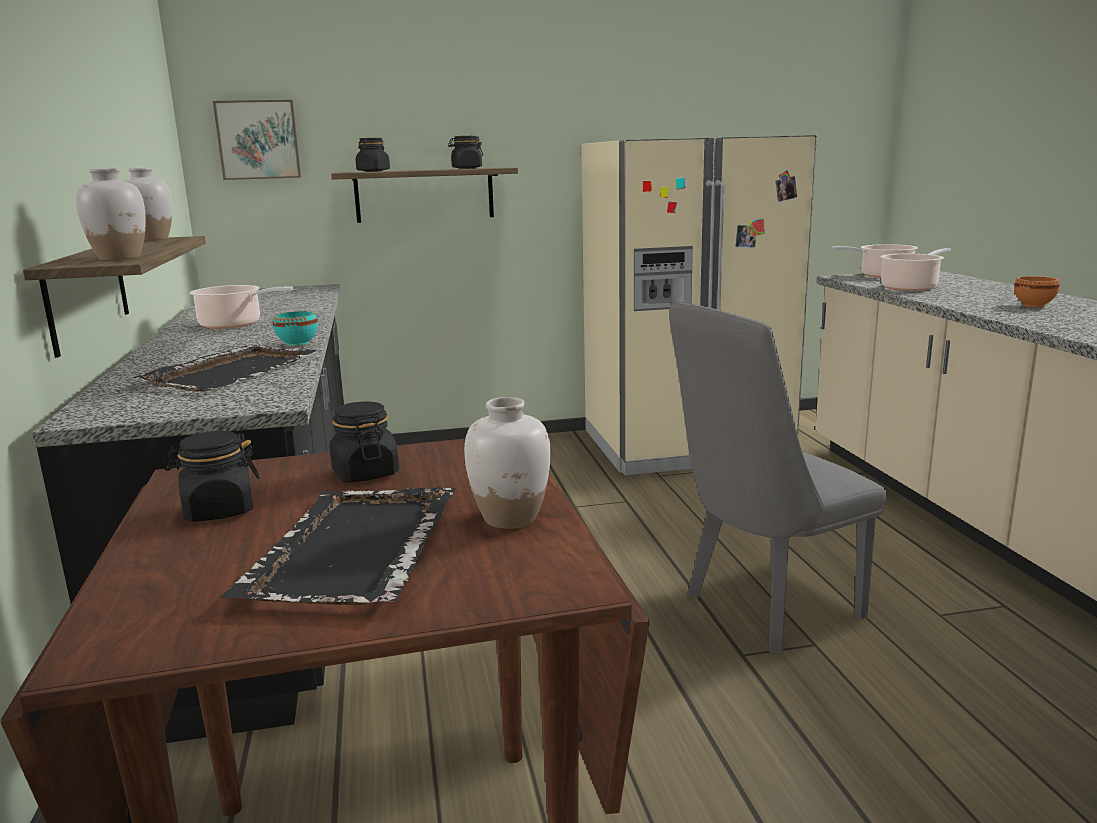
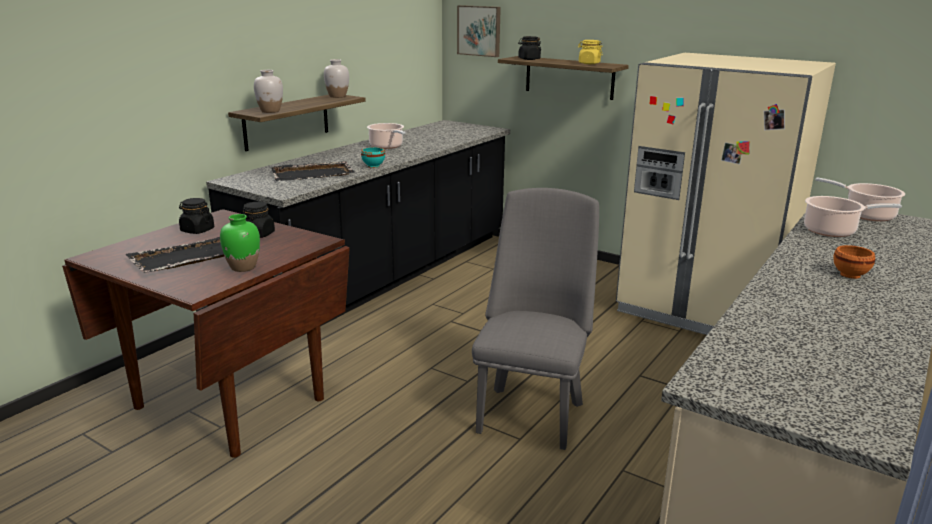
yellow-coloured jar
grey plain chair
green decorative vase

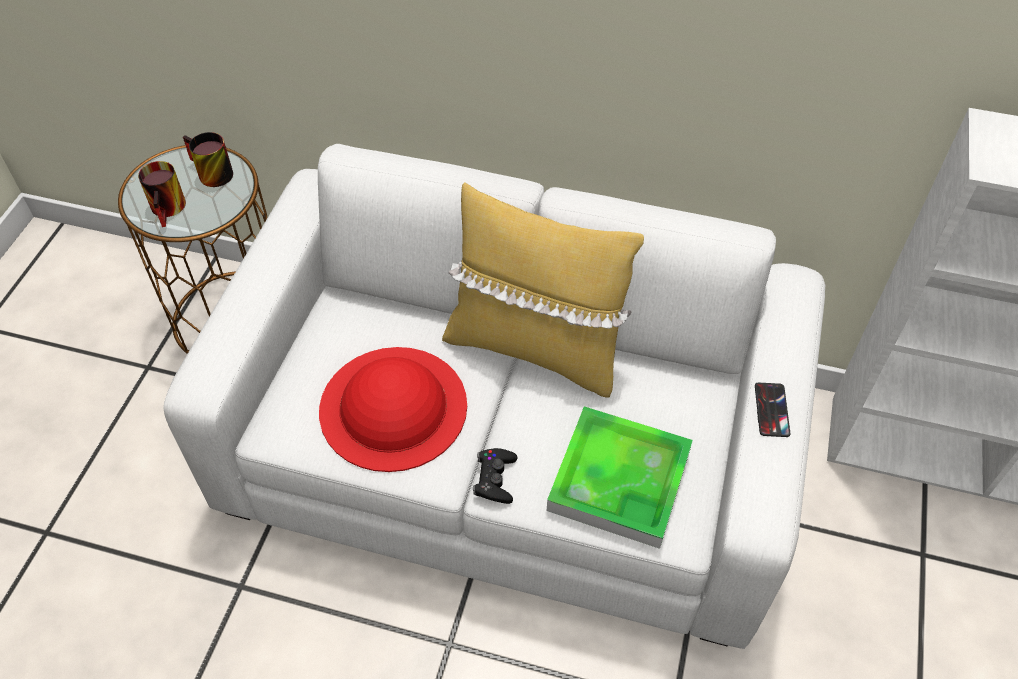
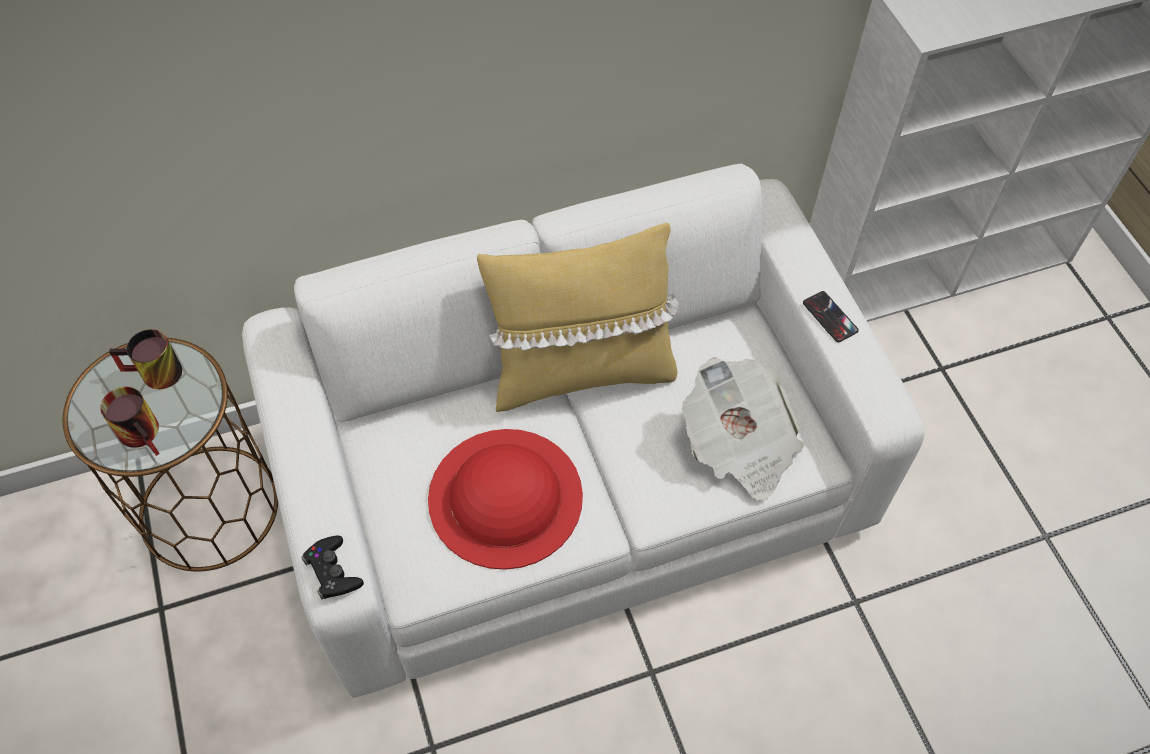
newspaper
black game controller

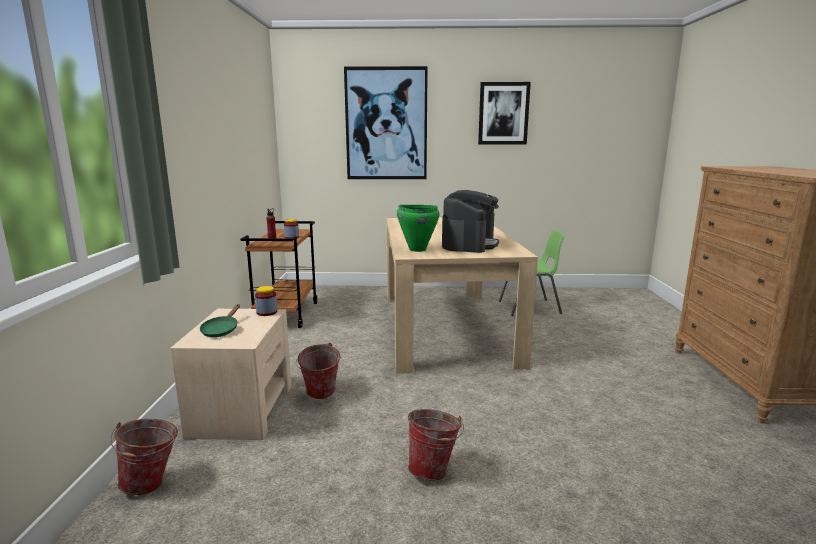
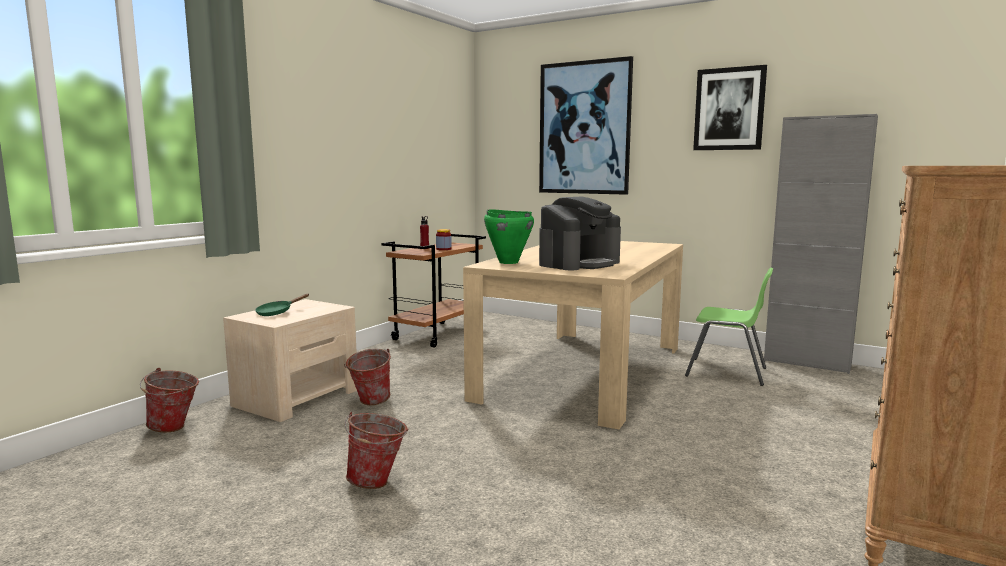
jar (1st from left in the first image)
grey cabinet

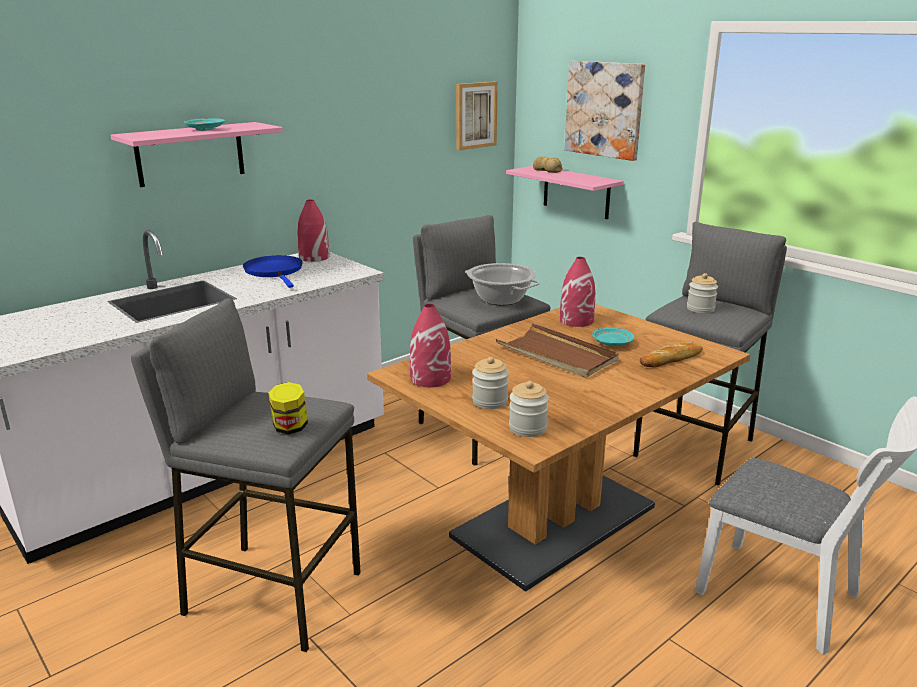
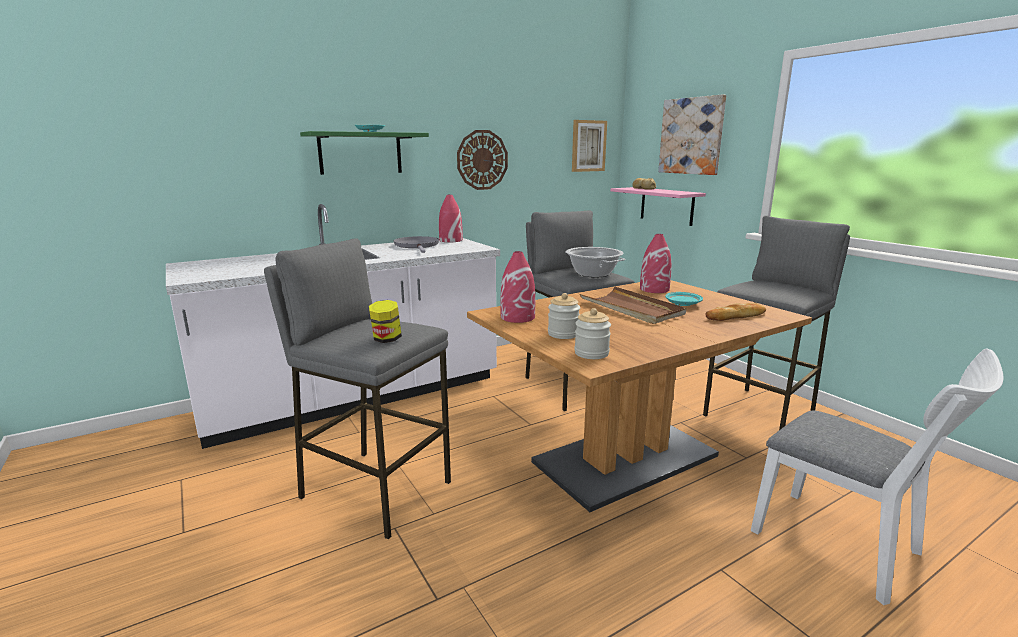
green wall shelf
grey frying pan
jar (4th from left in the first image)
clock on the wall

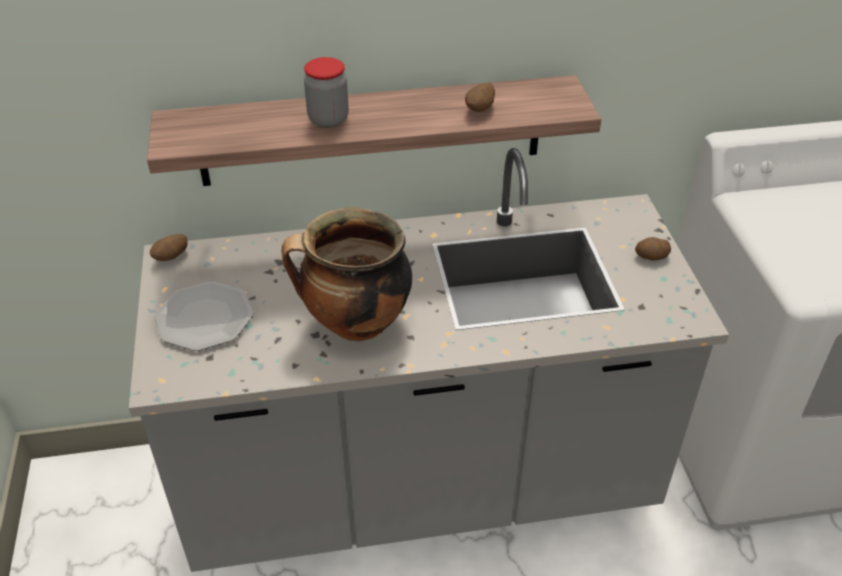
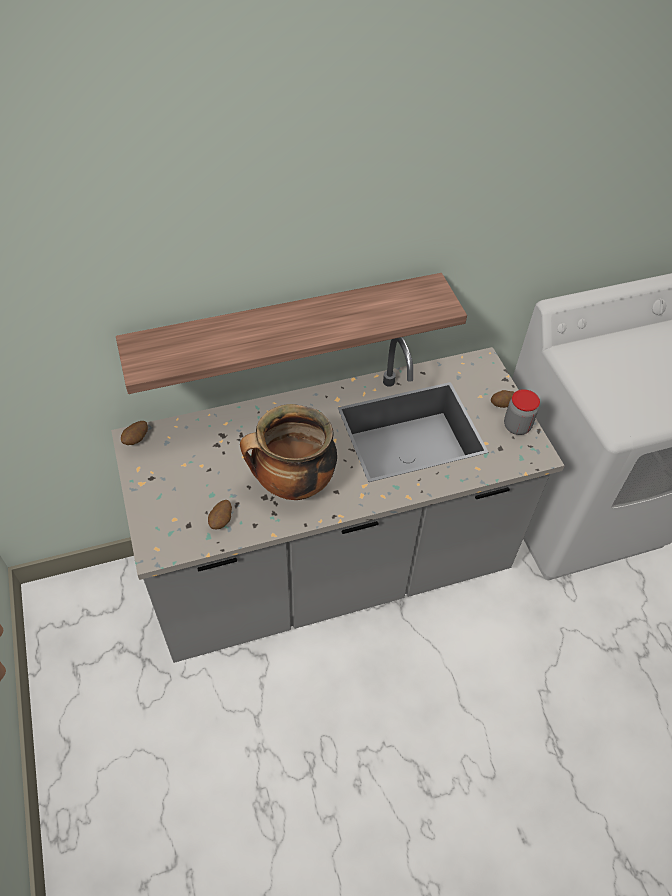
jar
spud (2nd from left)
flat dish

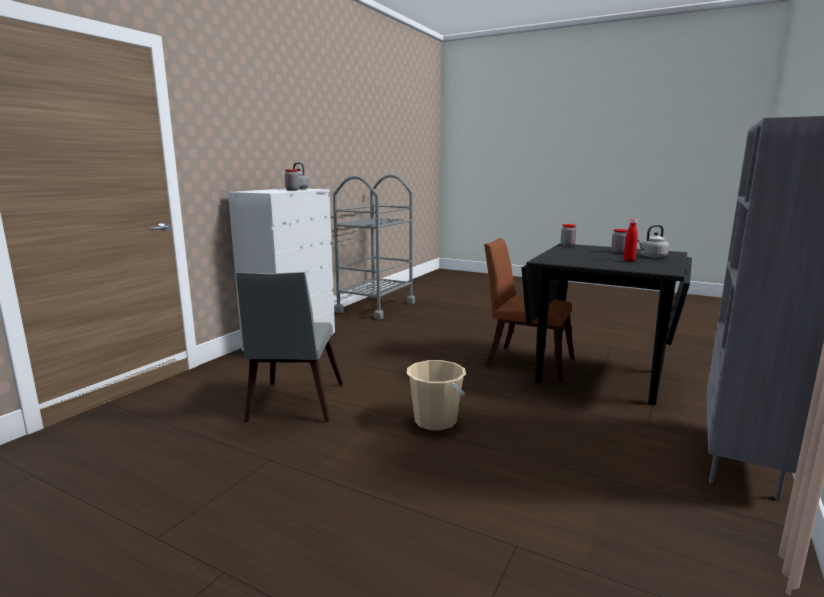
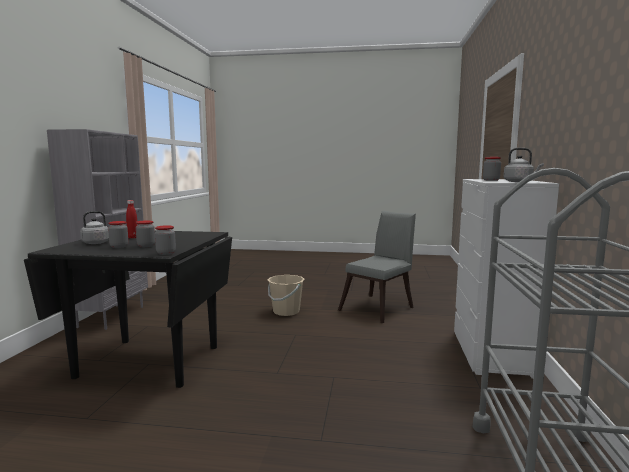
brown plain chair
grey plain chair
jar (2nd from left)

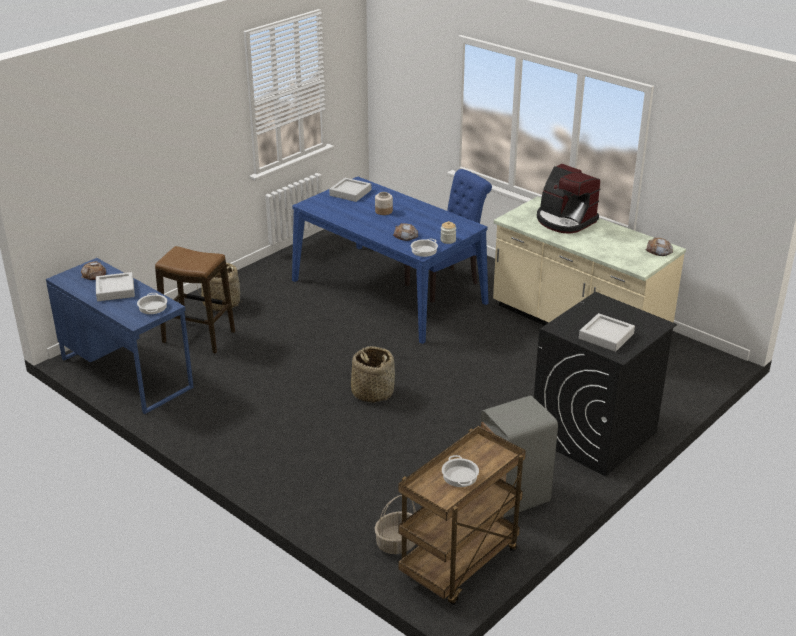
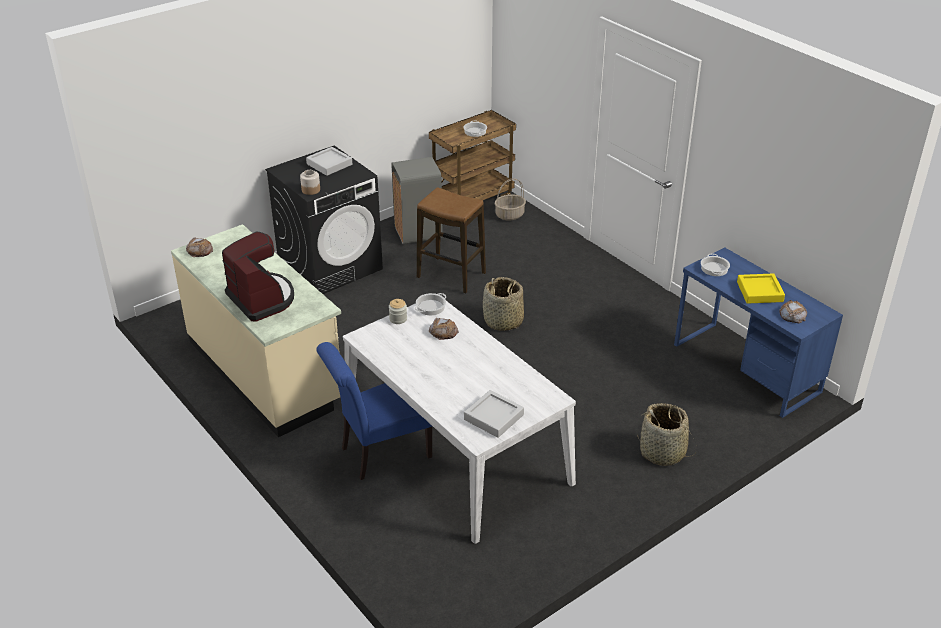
white kitchen table
jar (1st from left)
stool seat
yellow-coloured carrying tray

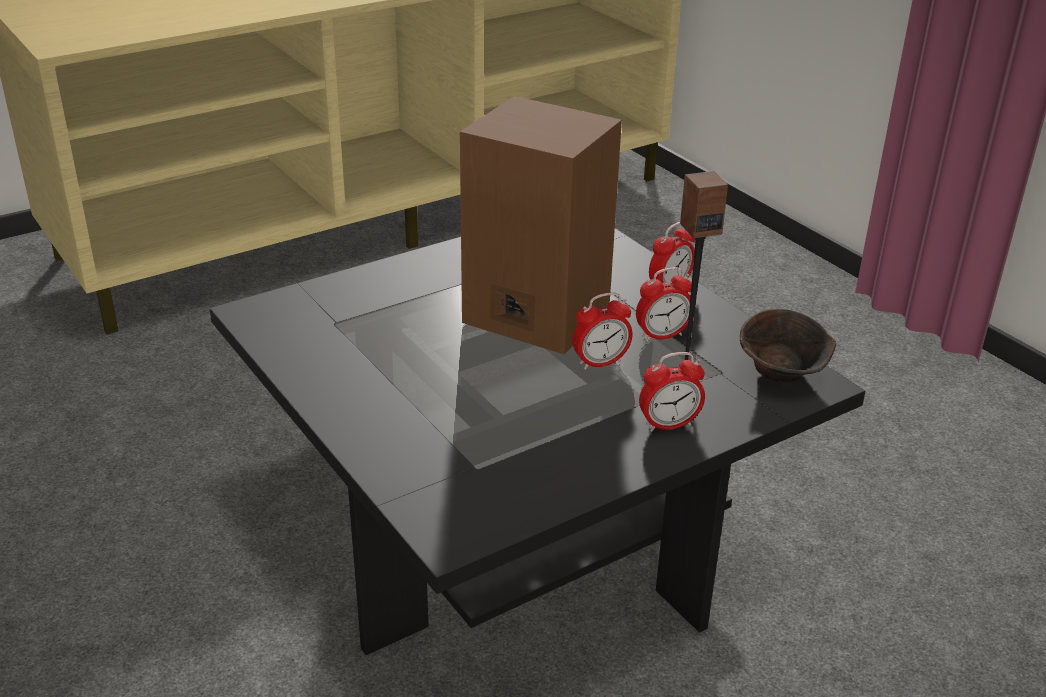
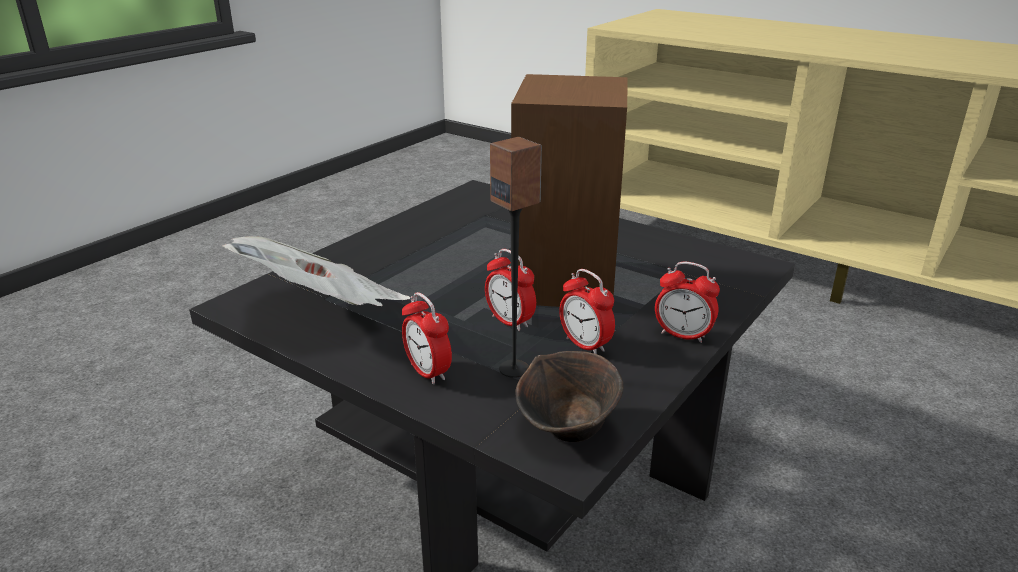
newspaper

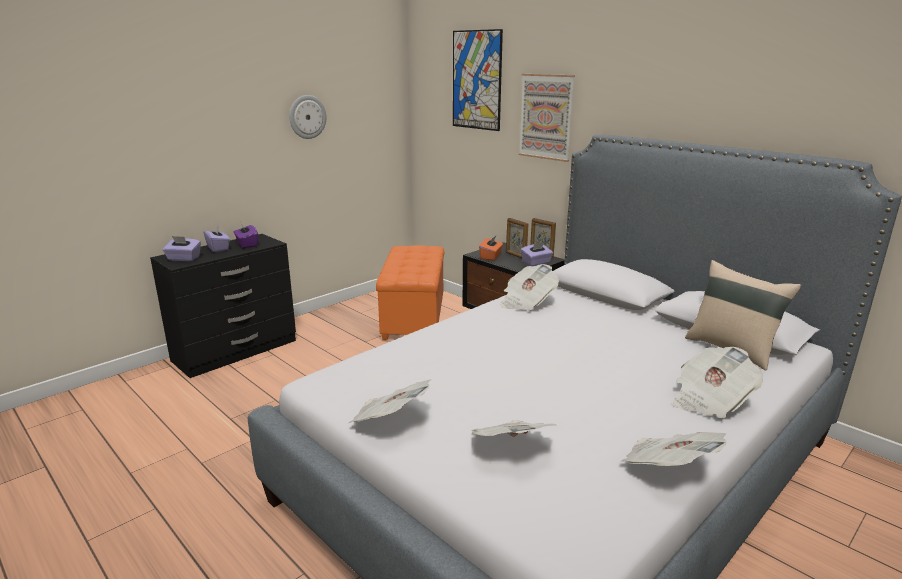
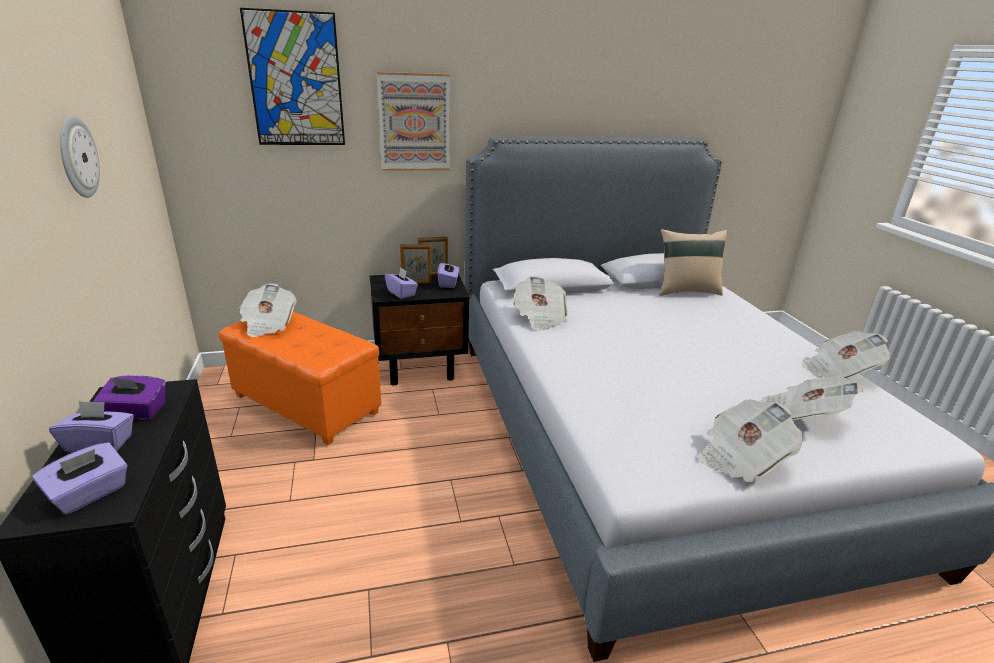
purple tissue holder (4th from left)
newspaper (1st from left)

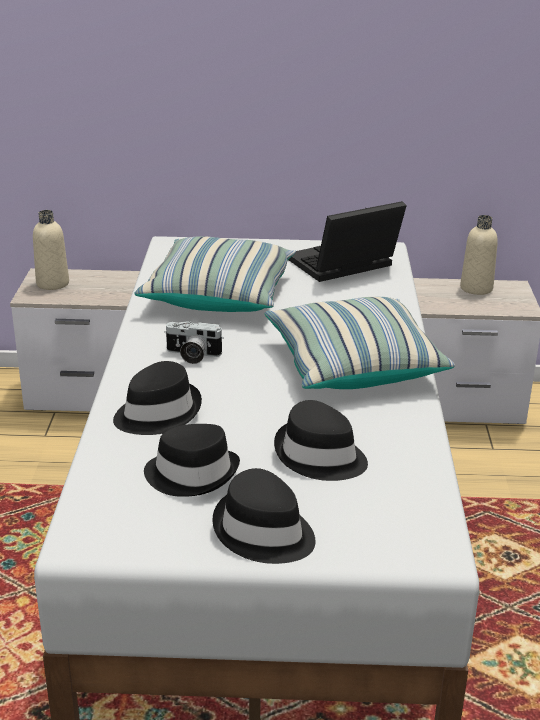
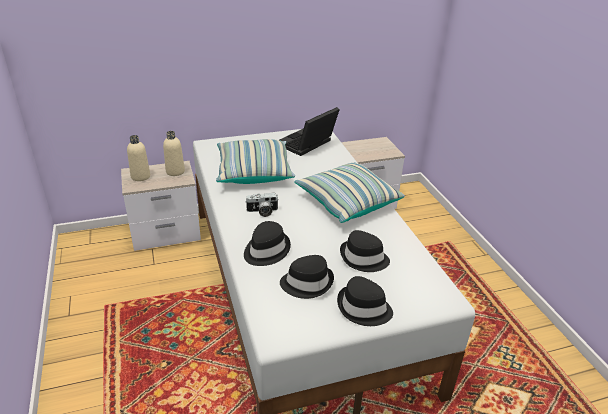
beige-coloured drink bottle (2nd from left)

